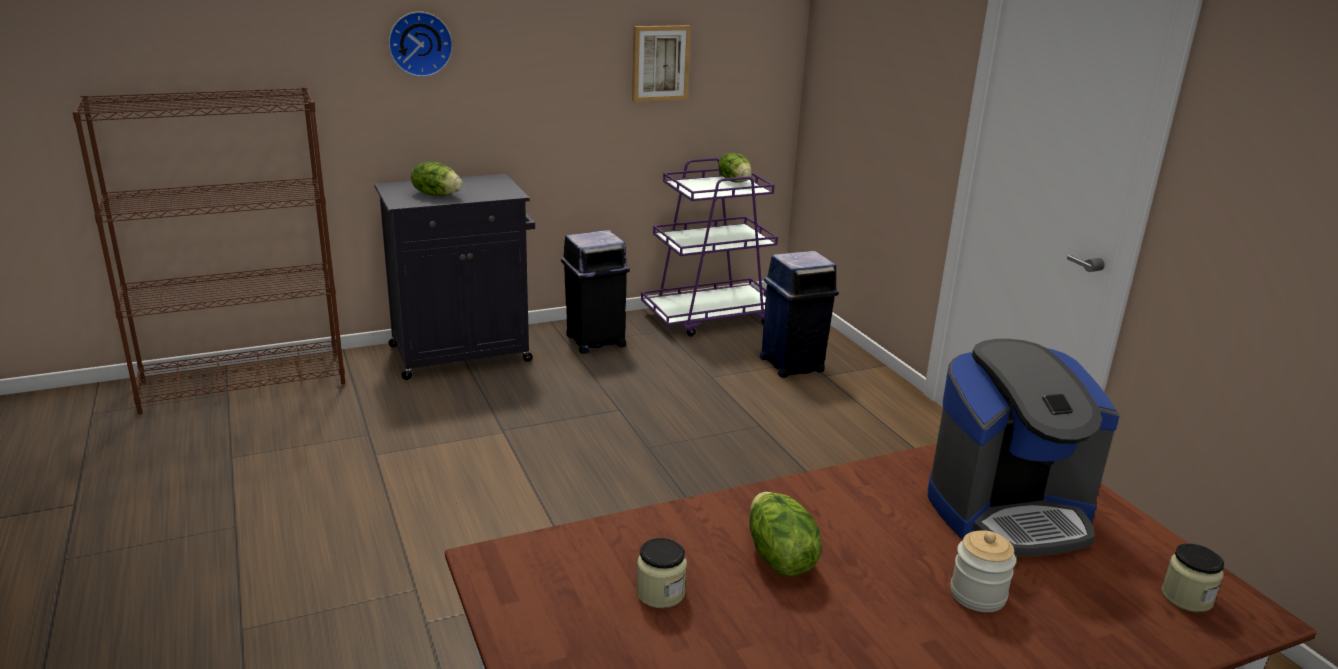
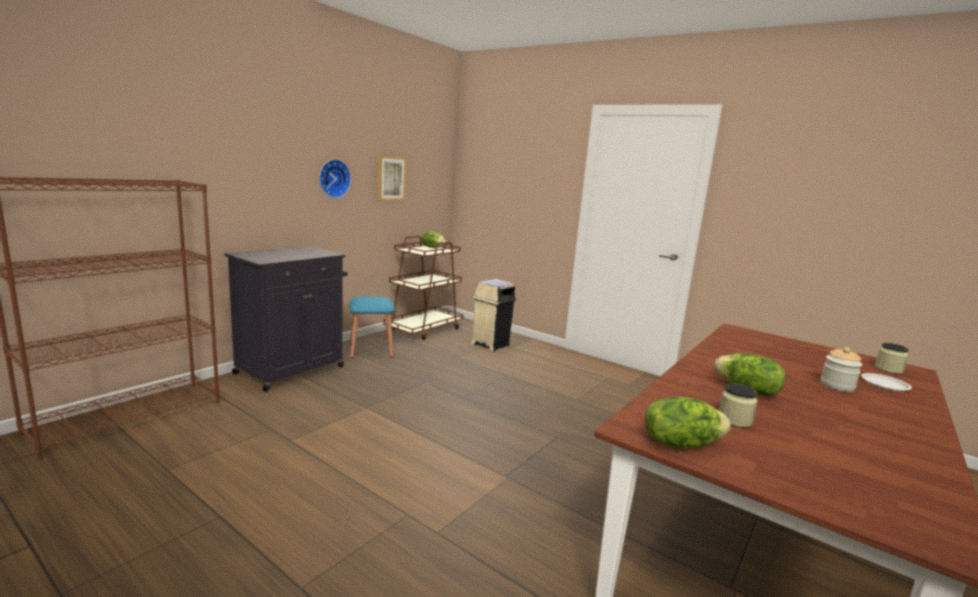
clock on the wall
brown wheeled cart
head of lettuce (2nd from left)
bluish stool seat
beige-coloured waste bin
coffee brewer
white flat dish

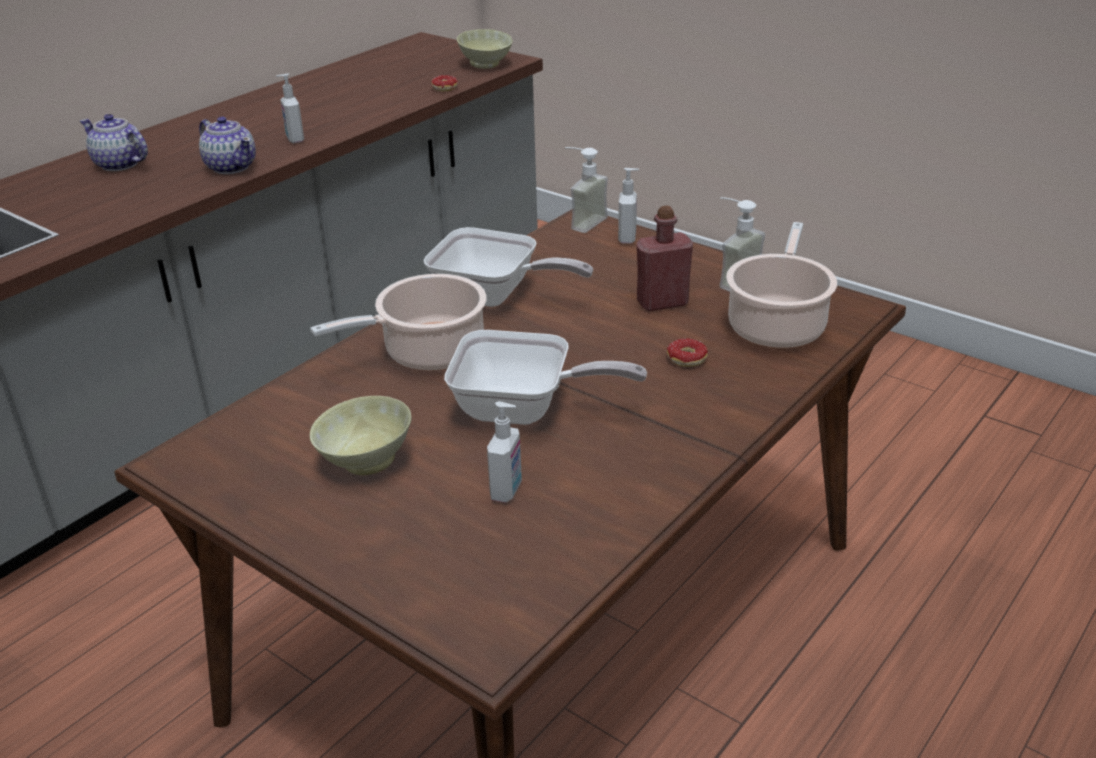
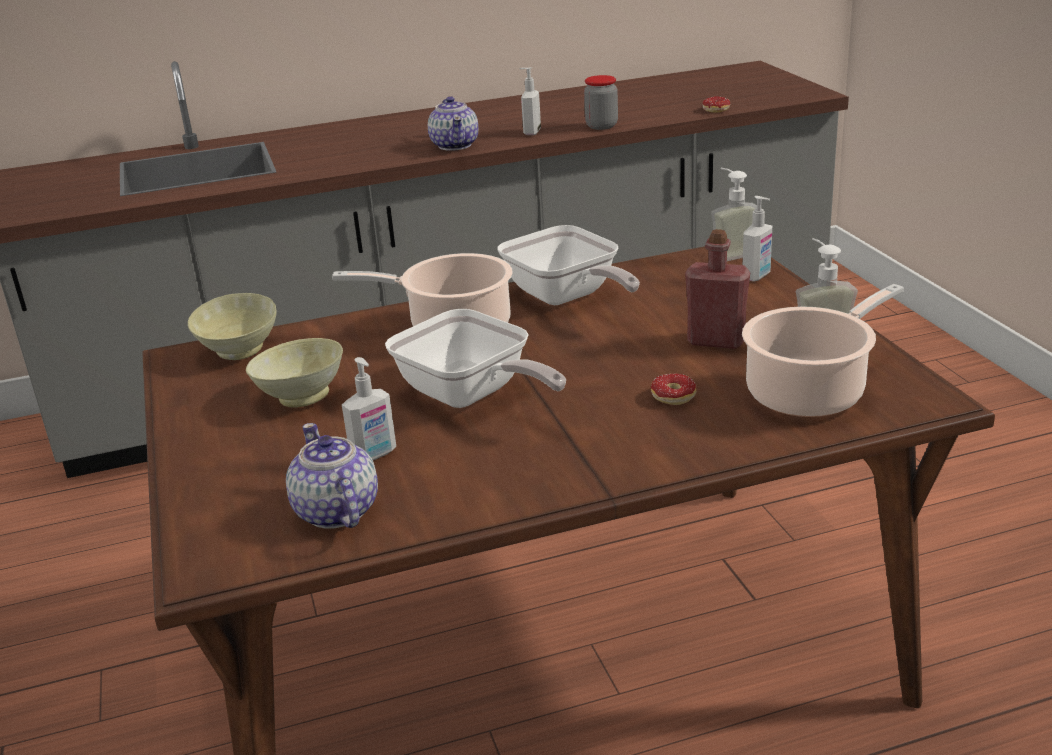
beige-coloured serving bowl (1st from left)
pot for tea (1st from left)
jar

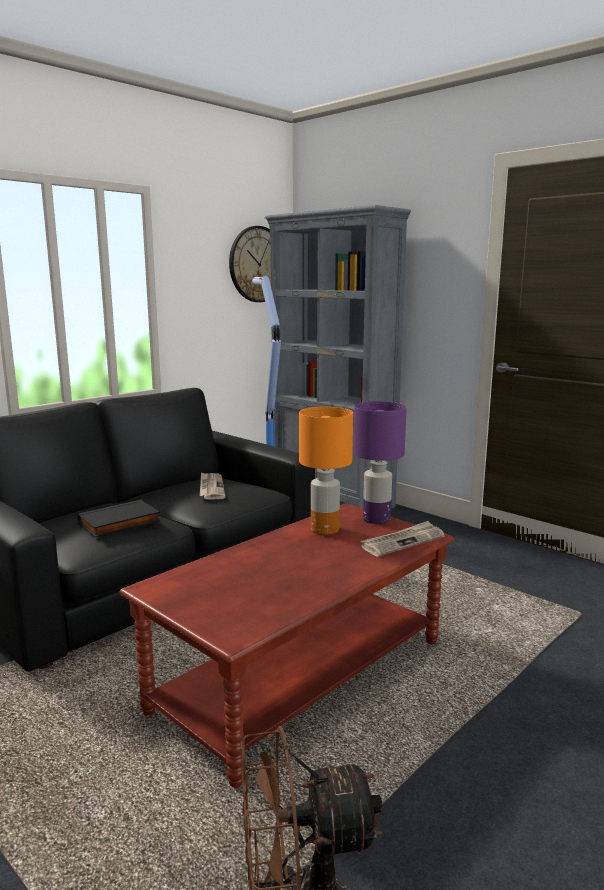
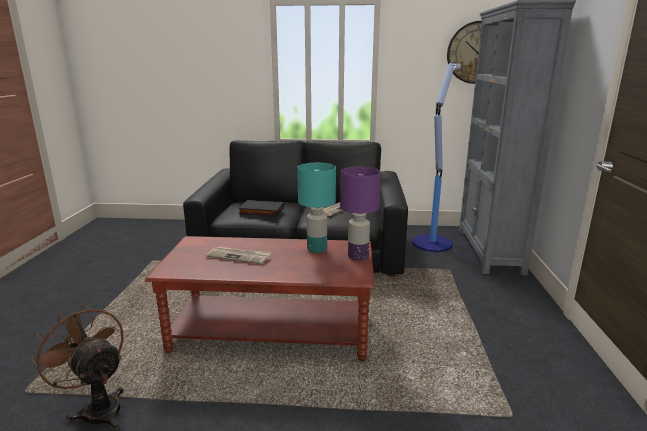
turquoise tabletop lamp
newspaper (1st from left)

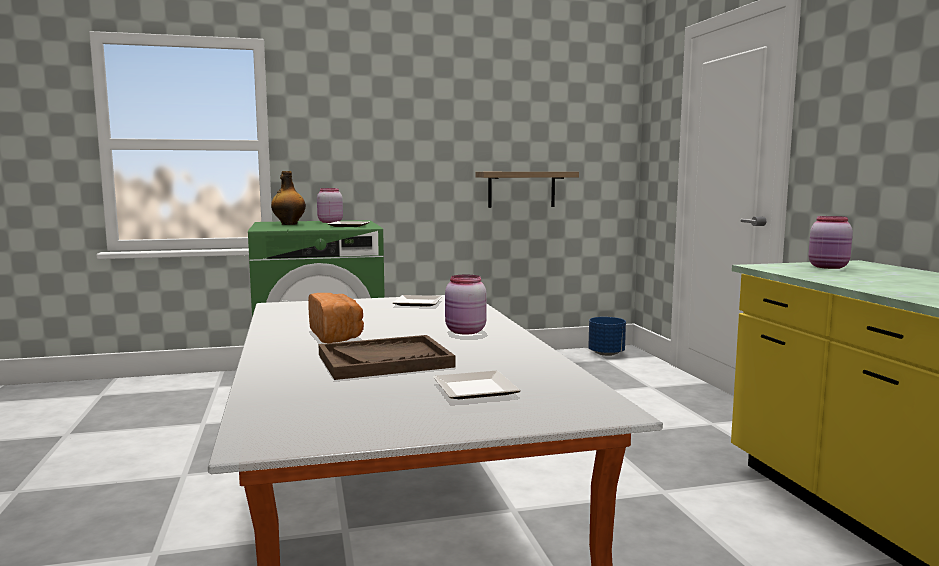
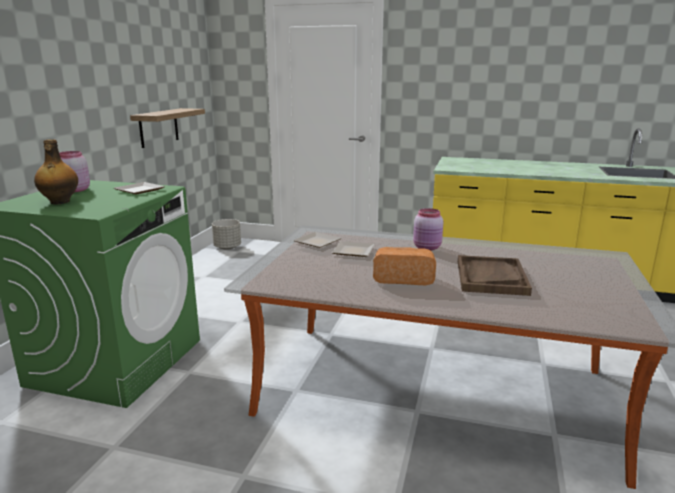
pinkish jar (3rd from left in the first image)
grey plant pot
flat dish (3rd from left)

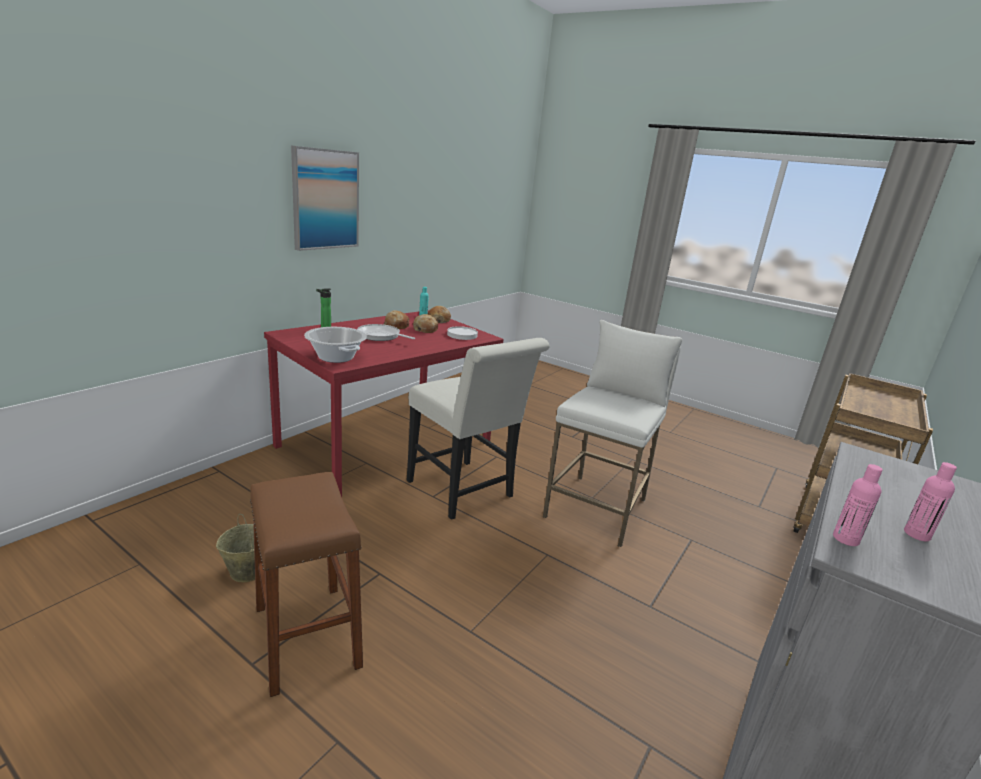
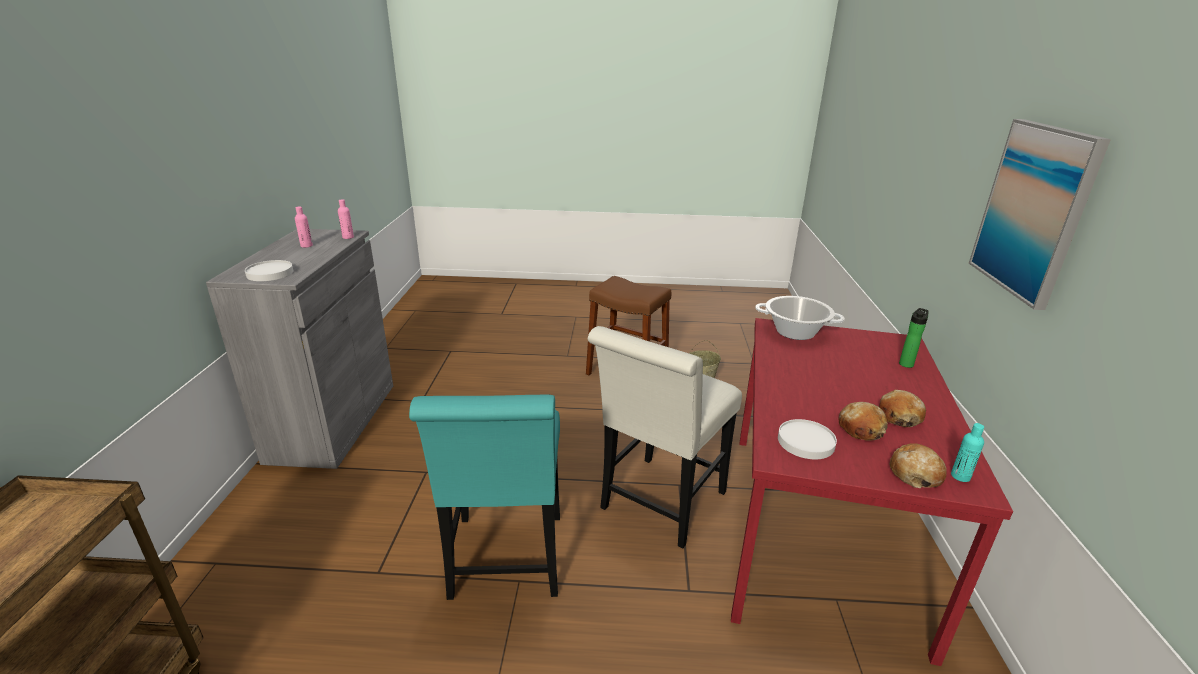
turquoise plain chair
frying pan
white plain chair
white flat dish (1st from left)

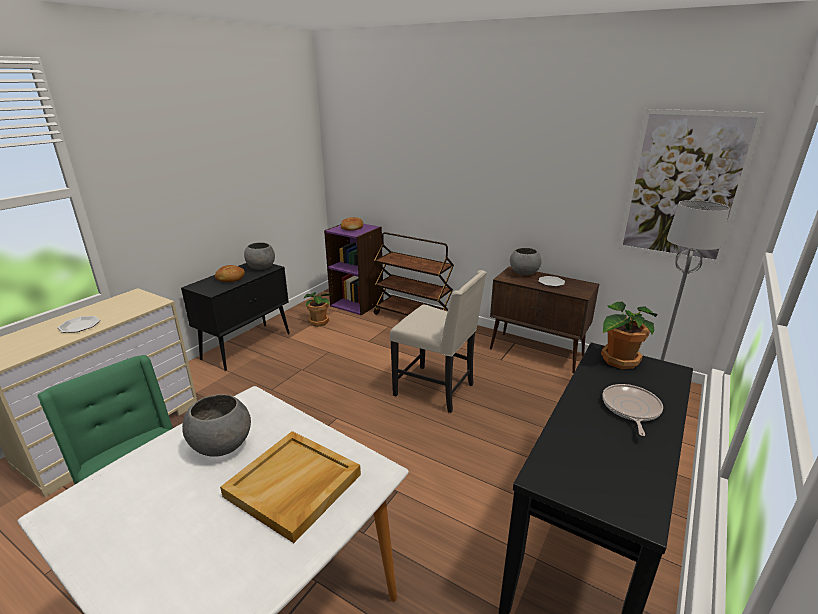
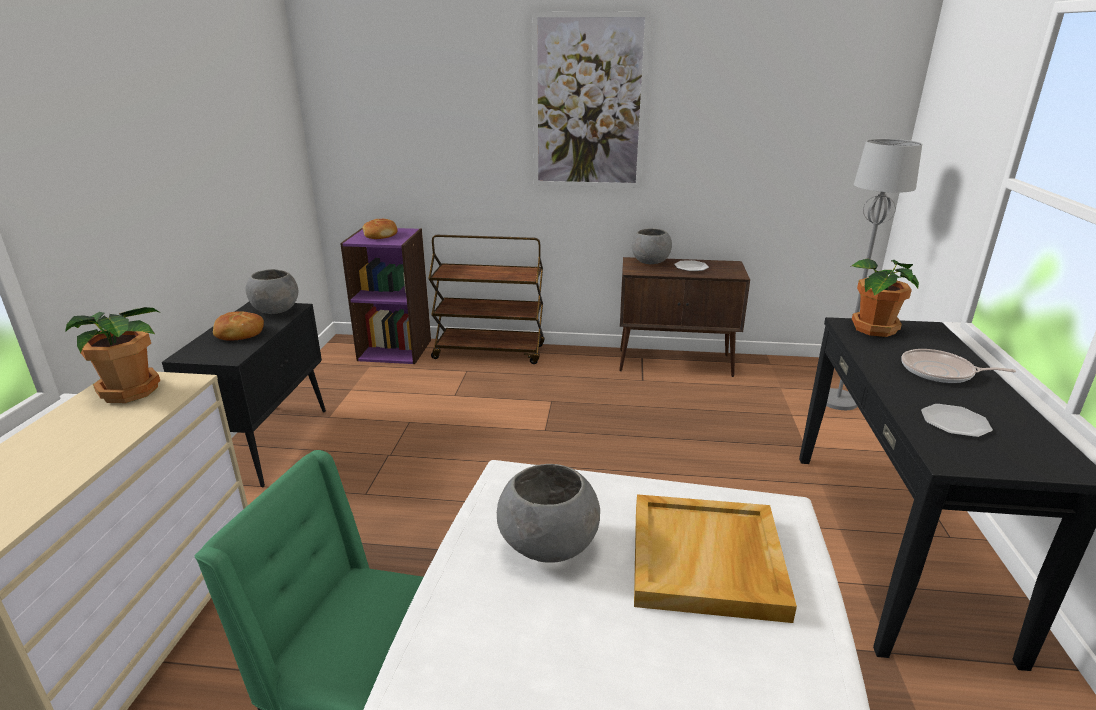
wall art
beige-coloured plain chair
potted plant (1st from left)
flat dish (2nd from left)
frying pan

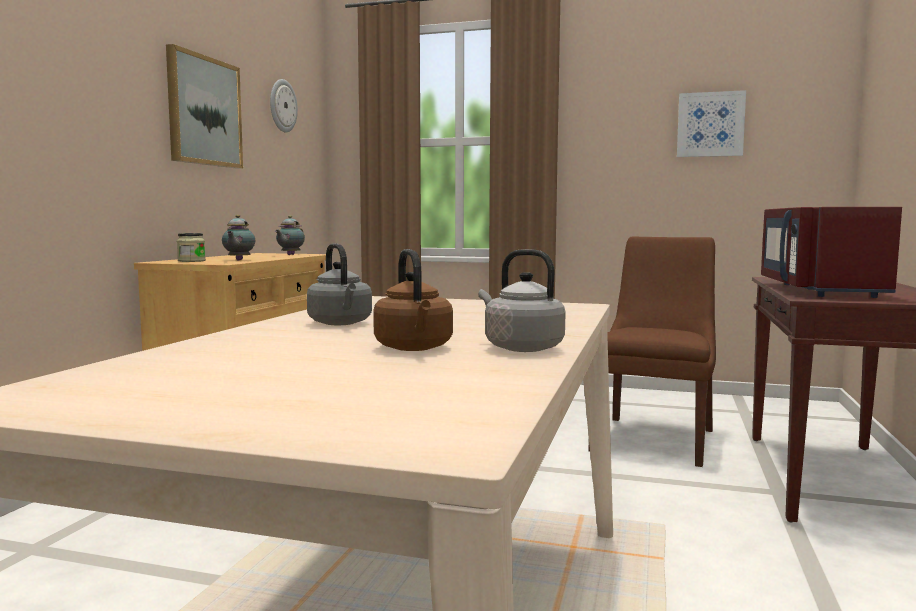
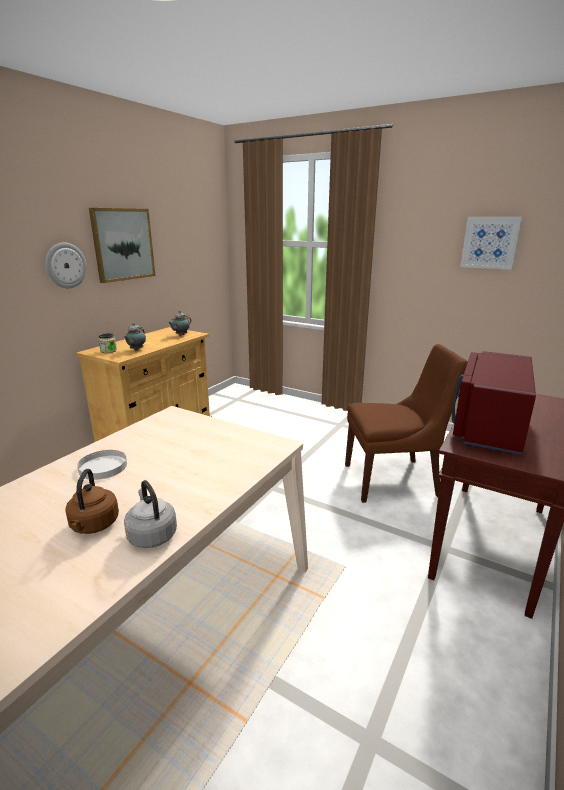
clock on the wall
brown plain chair
white flat dish

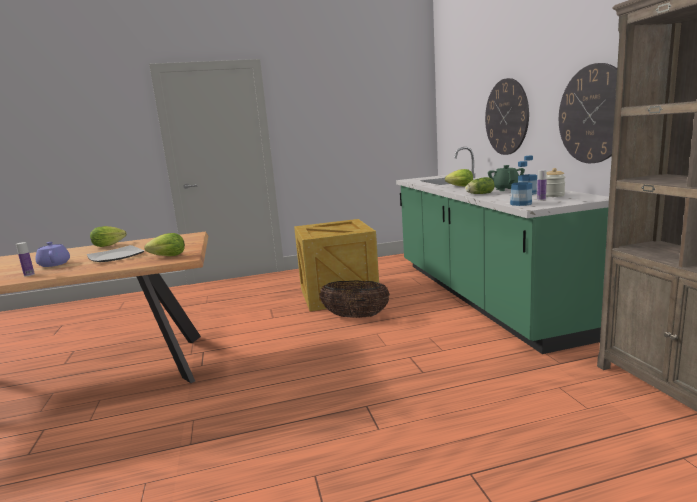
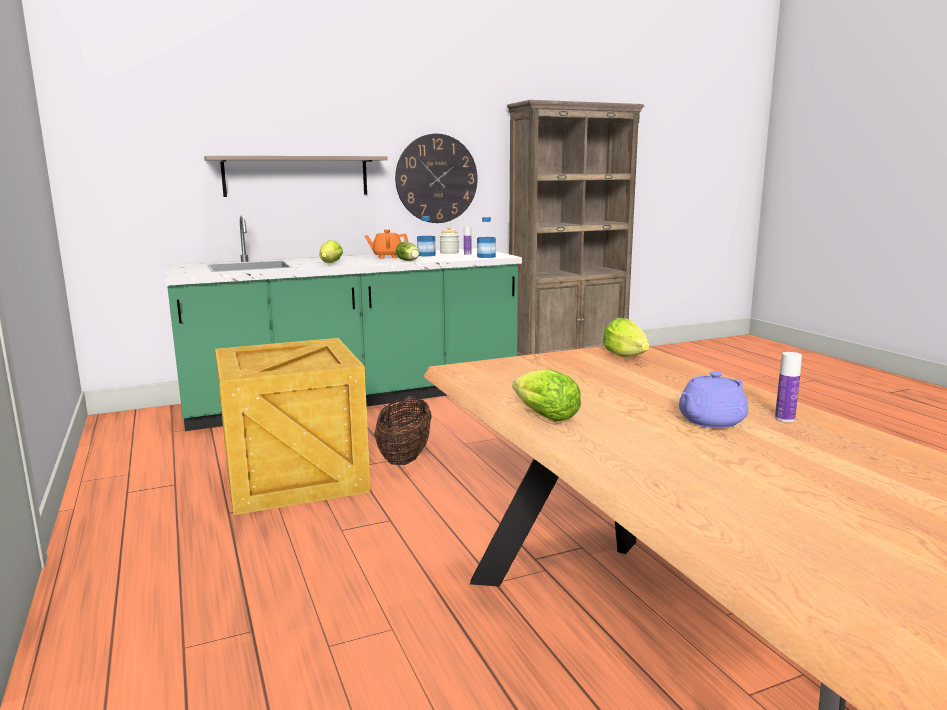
wall shelf
orange-coloured pot for tea
flat dish

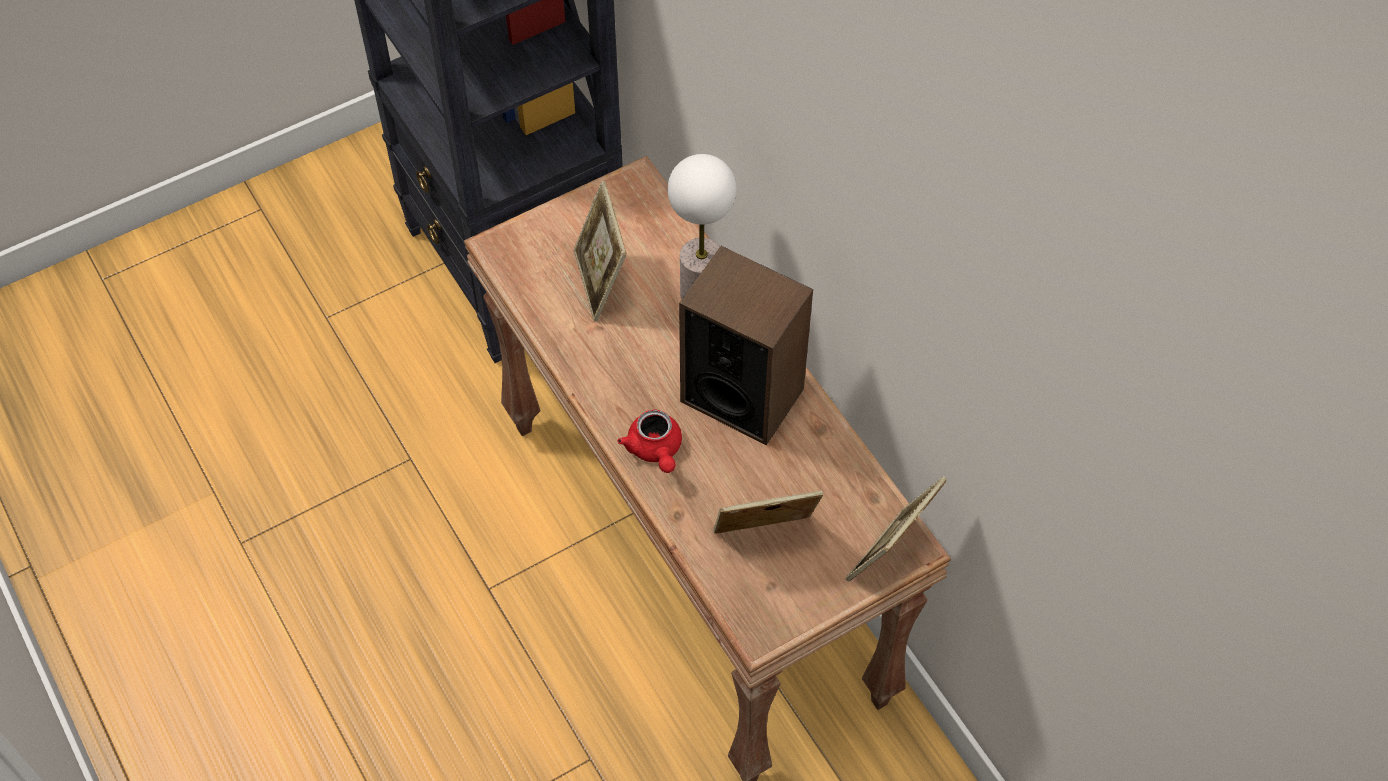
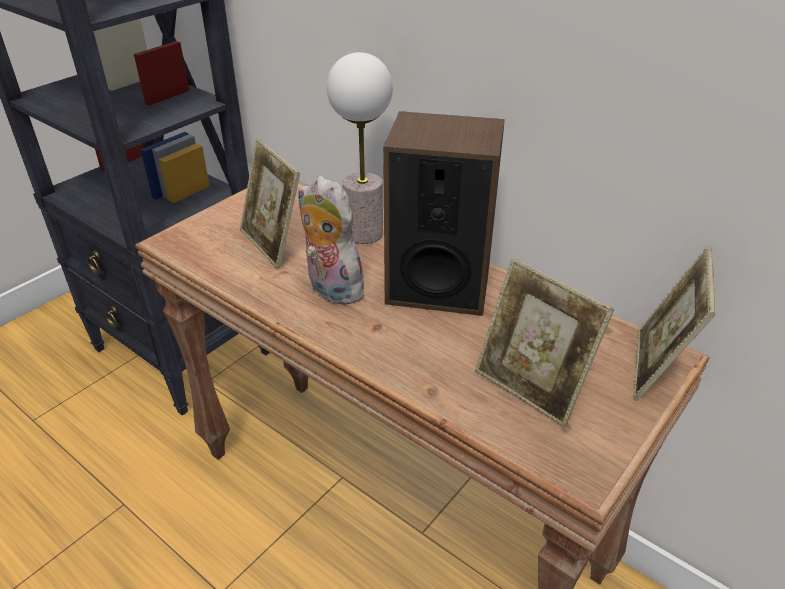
red-coloured pot for tea
photo frame (2nd from left)
cuddly toy

